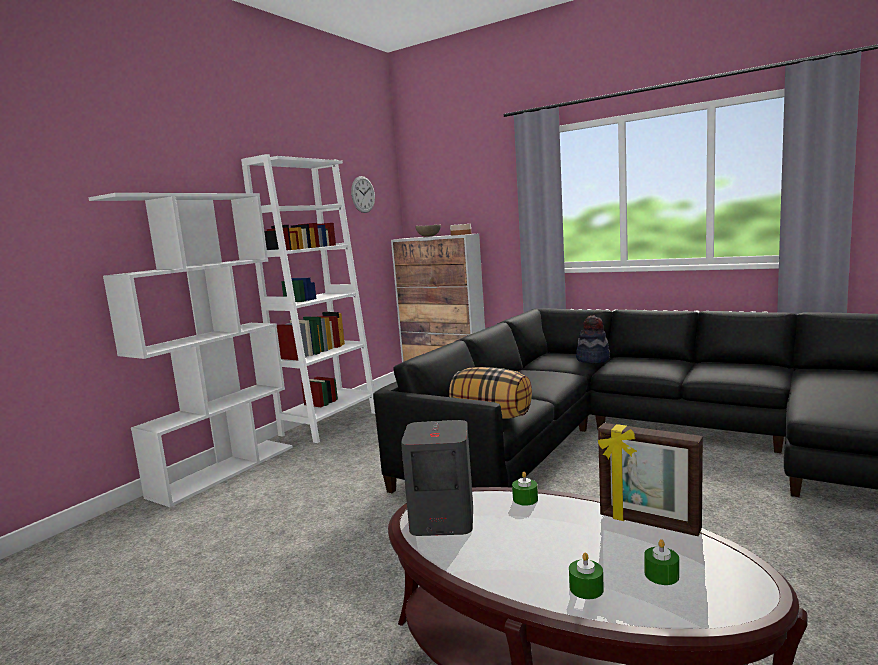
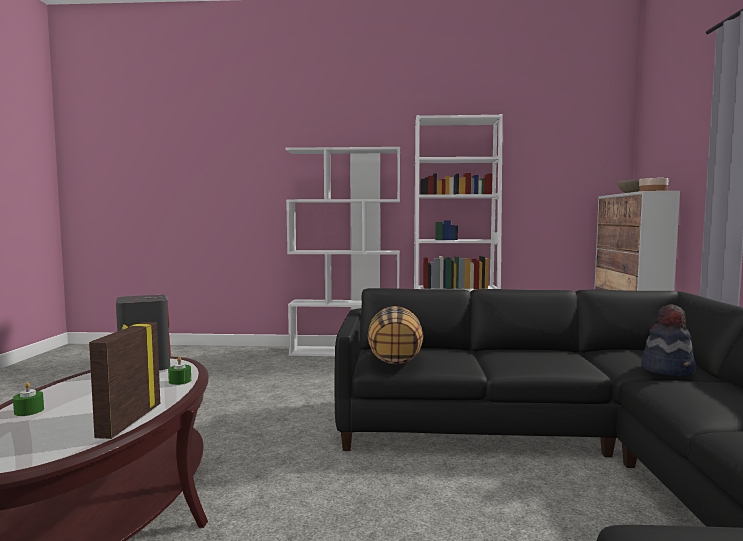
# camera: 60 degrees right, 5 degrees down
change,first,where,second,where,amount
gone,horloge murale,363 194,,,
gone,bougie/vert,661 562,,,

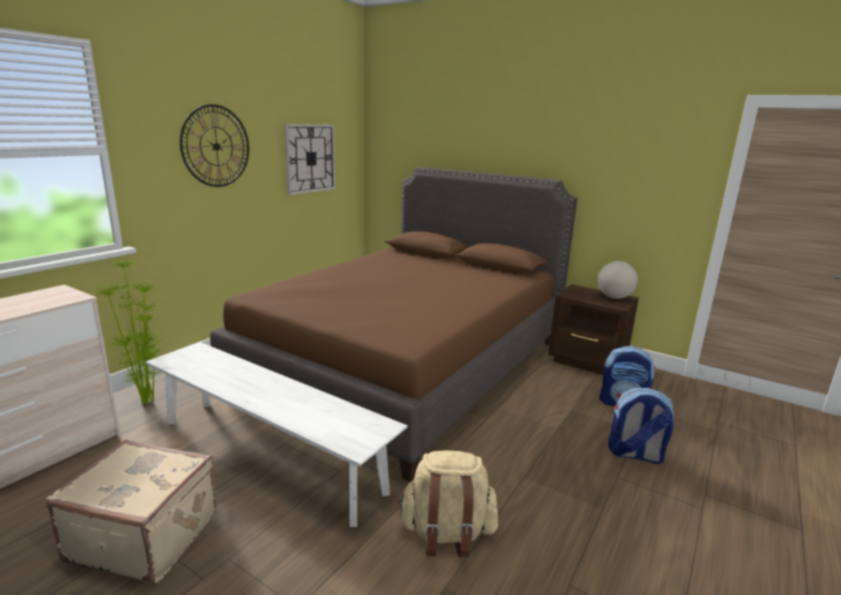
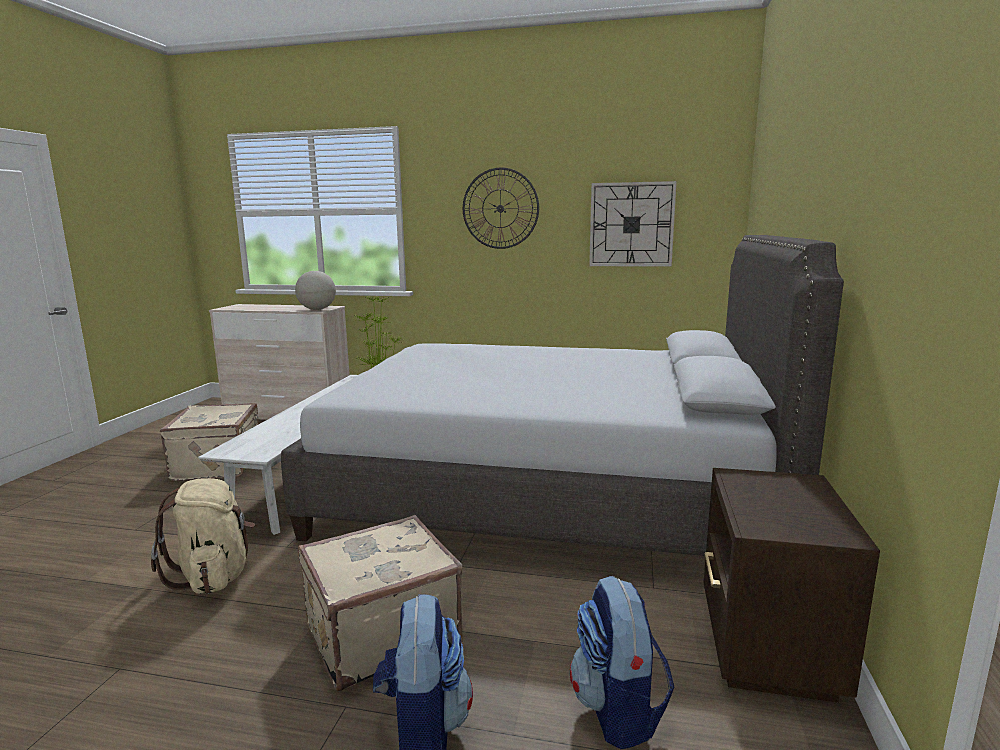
# camera: 70 degrees right, 5 degrees down
change,first,where,second,where,amount
repainted,lit/marron,393 324,lit/gris,562 395,
shifted,globe,618 280,,315 290,
new,,,valise/beige,380 603,

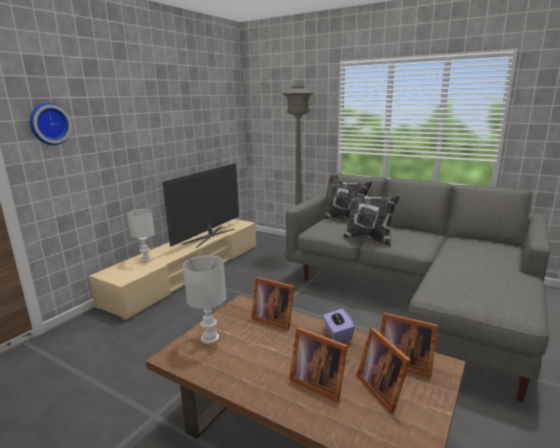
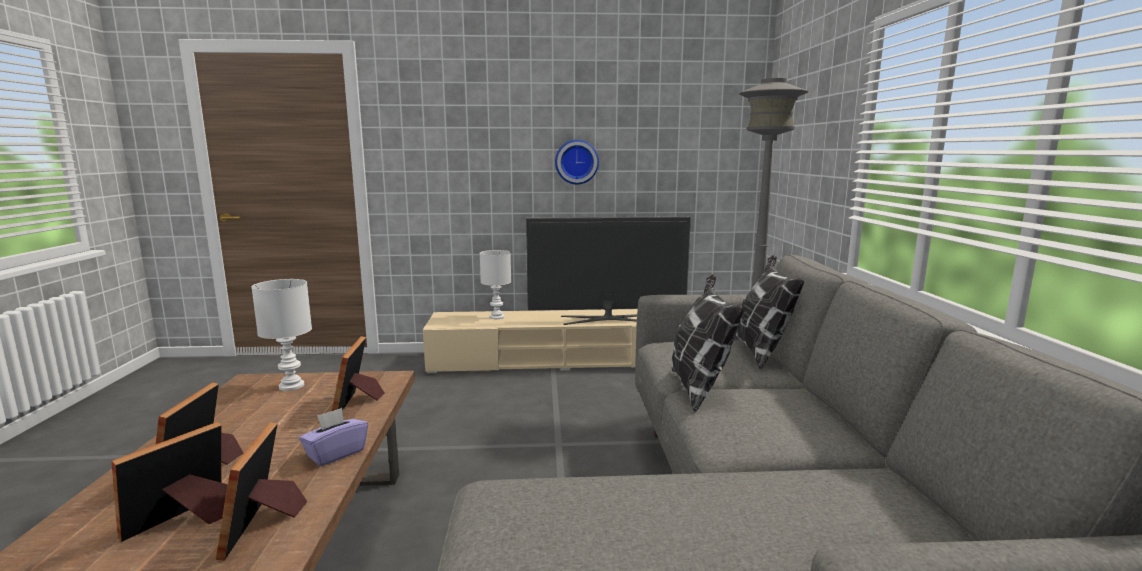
# camera: 55 degrees right, 5 degrees down
change,first,where,second,where,amount
shifted,horloge murale,50 124,,577 162,

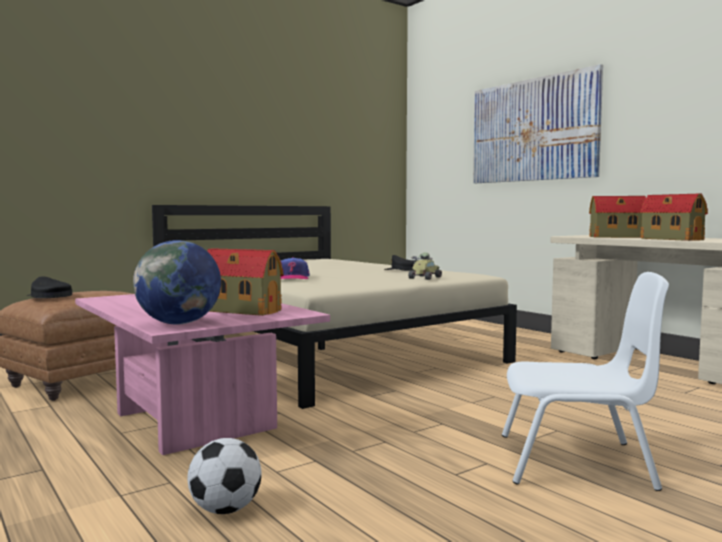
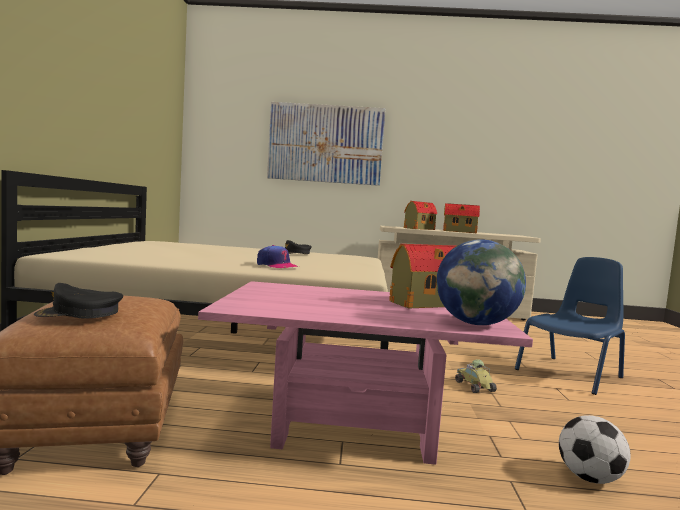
# camera: 50 degrees left, 0 degrees up
change,first,where,second,where,amount
shifted,petite voiture,425 266,,476 376,
repainted,chaise/blanc,585 381,chaise/bleu,570 326,

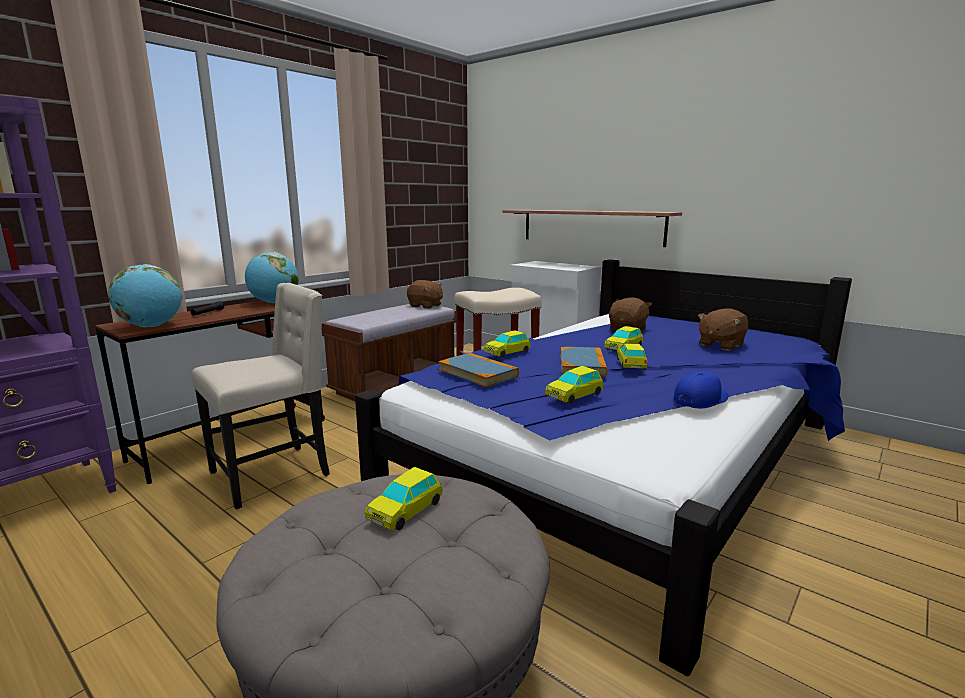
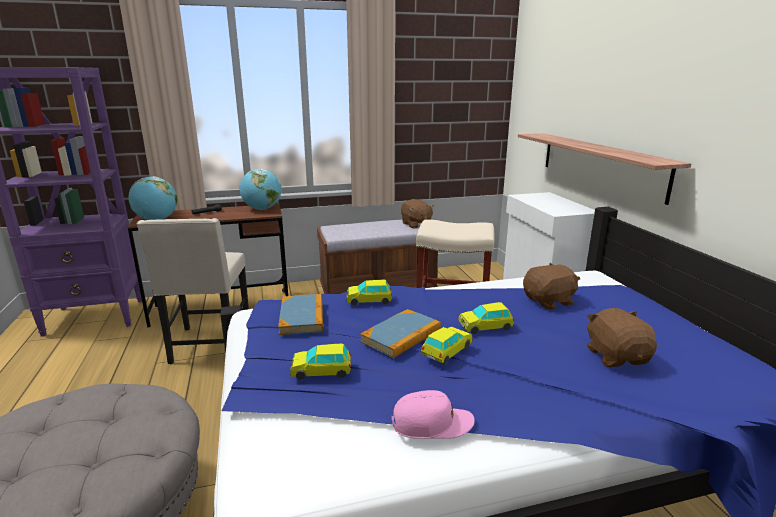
# camera: 35 degrees right, 5 degrees up
change,first,where,second,where,amount
rotated,chaise/beige,261 396,,192 291,90 degrees clockwise
rotated,peluche/marron,723 329,,622 337,90 degrees clockwise
repainted,casquette/bleu,700 389,casquette/rose,433 414,
gone,petite voiture,404 499,,,

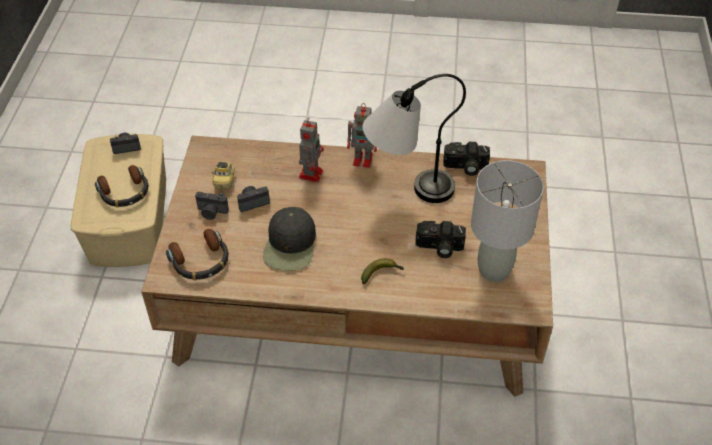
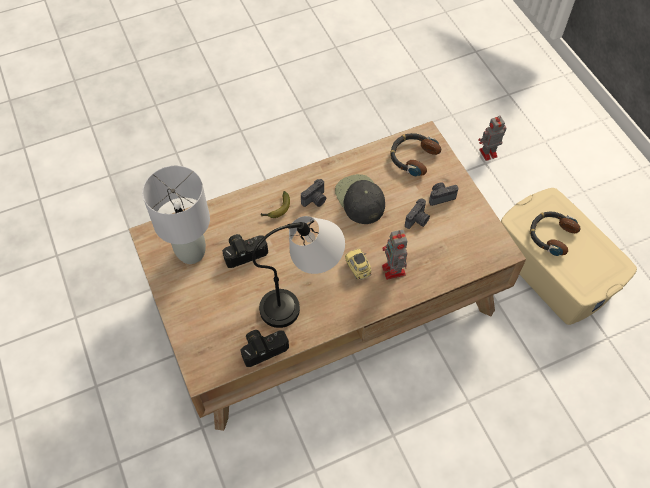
# camera: 150 degrees right, 10 degrees up
change,first,where,second,where,amount
shifted,robot jouet,362 135,,492 138,
shifted,appareil photo,125 143,,313 193,
shifted,petite voiture,223 175,,358 264,

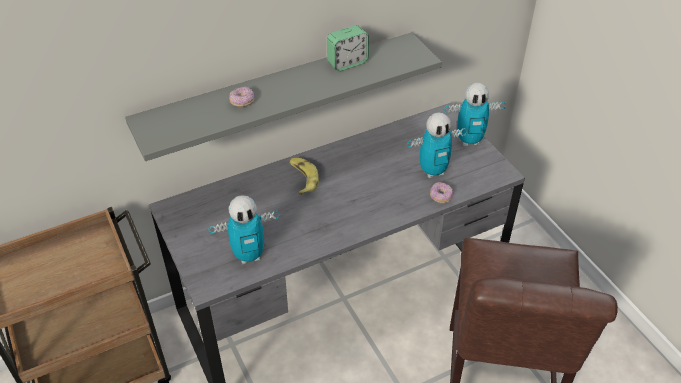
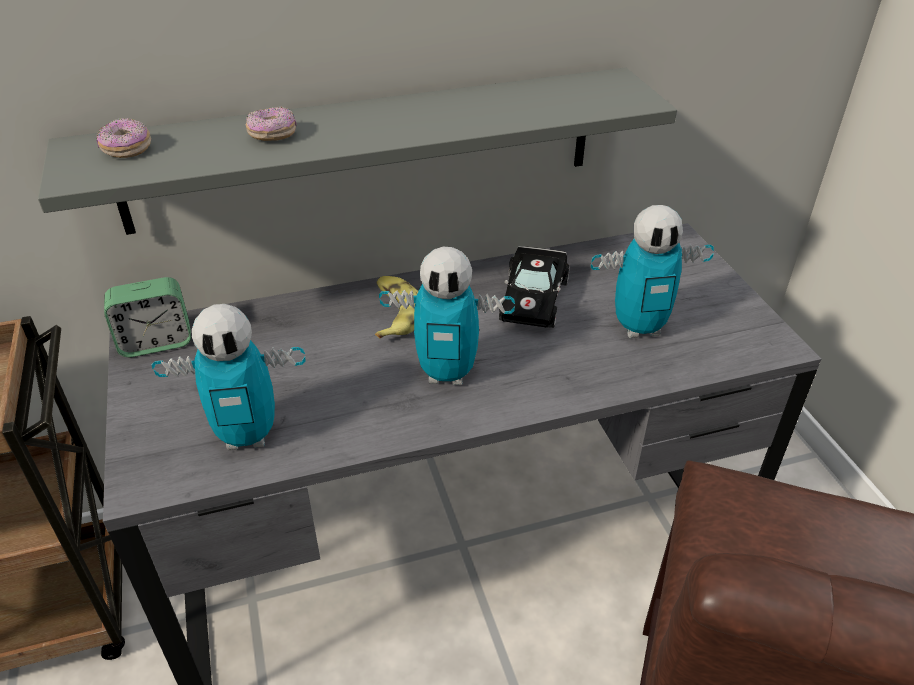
# camera: 10 degrees right, 5 degrees down
change,first,where,second,where,amount
shifted,réveil,348 48,,147 317,
shifted,robot jouet,475 114,,447 316,
shifted,beignet,441 192,,123 138,
new,,,petite voiture/noir,534 287,

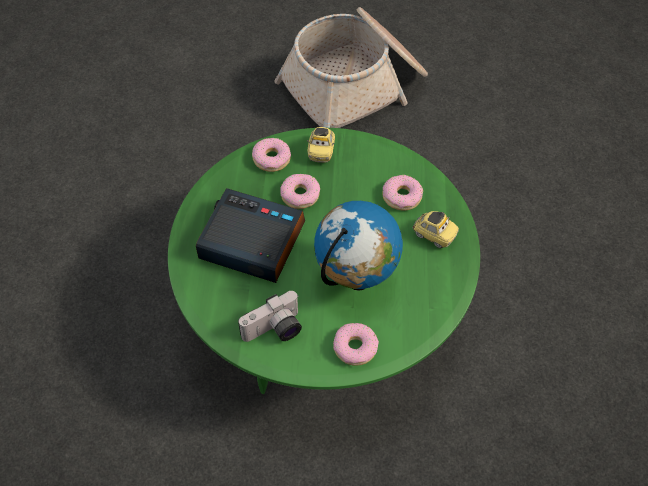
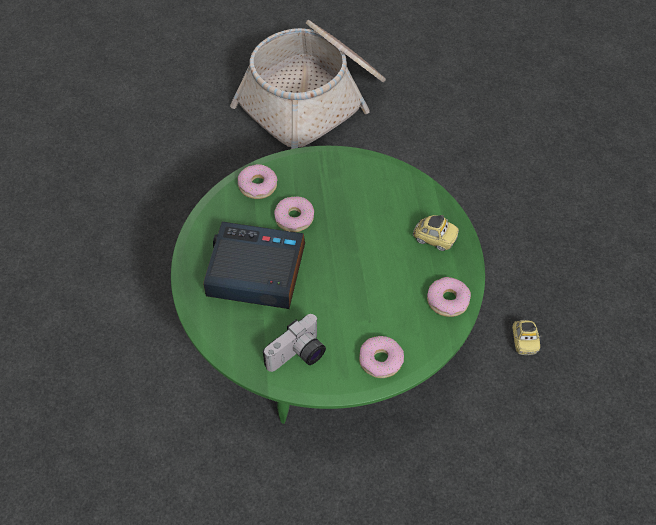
# camera: 10 degrees left, 0 degrees up
change,first,where,second,where,amount
shifted,petite voiture,321 145,,526 337,
shifted,beignet,402 193,,449 297,
gone,globe,358 246,,,

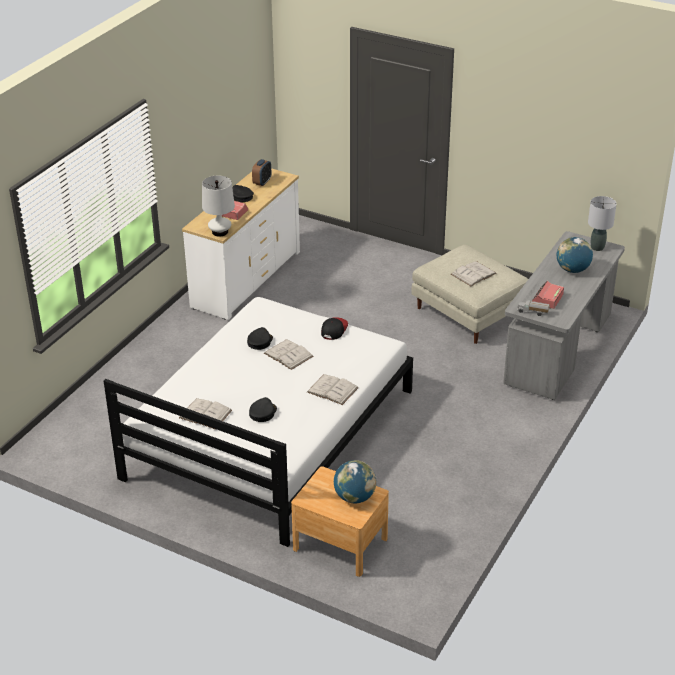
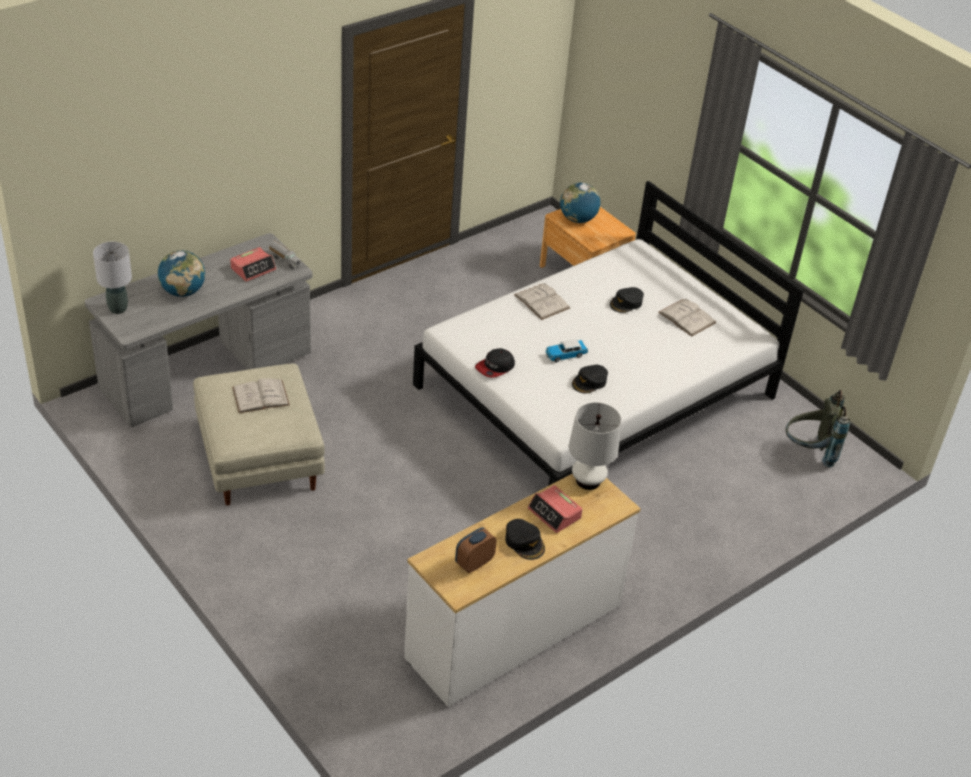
# camera: 160 degrees left, 5 degrees up
change,first,where,second,where,amount
swapped,livre/blanc,289 354,petite voiture,566 351,
new,,,sac à dos/gris,817 428,

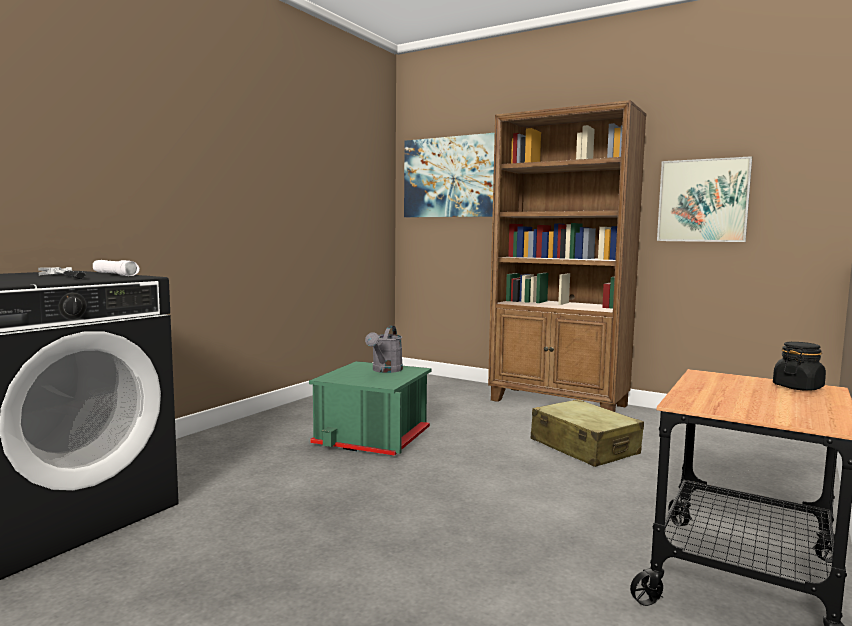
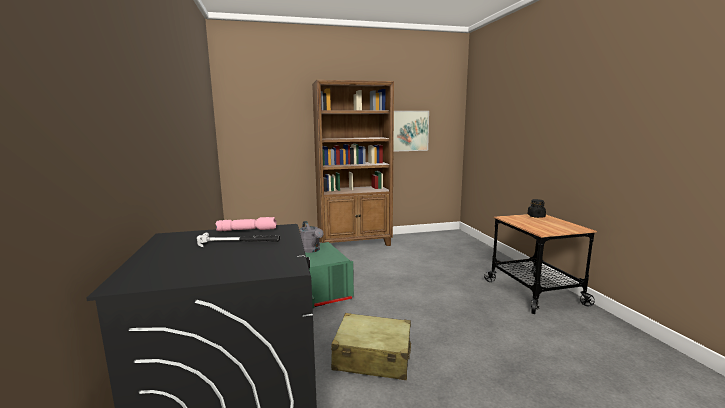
# camera: 45 degrees left, 5 degrees up
change,first,where,second,where,amount
gone,tableau,449 175,,,
repainted,lampe de poche/blanc,116 268,lampe de poche/rose,246 224,
shifted,valise/beige,587 433,,371 346,

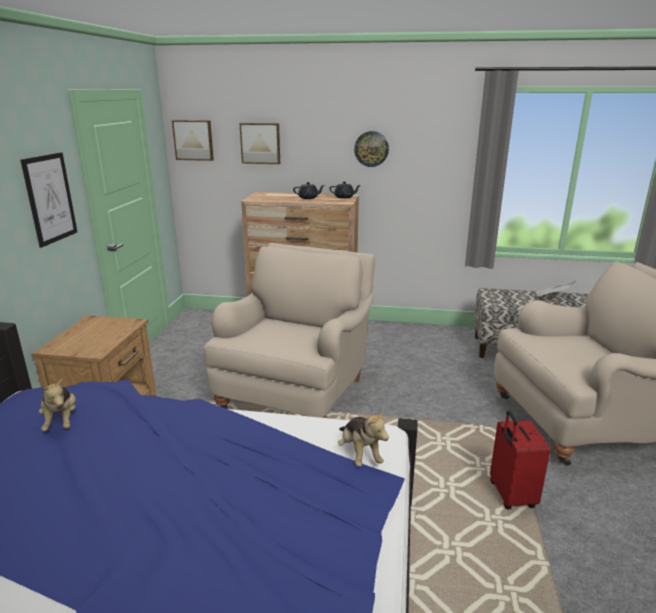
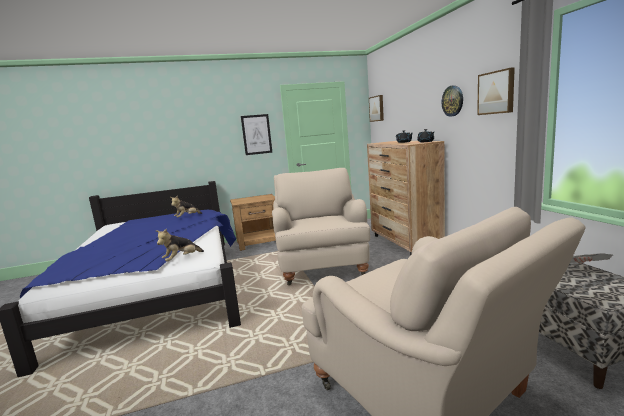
# camera: 65 degrees right, 10 degrees down
change,first,where,second,where,amount
shifted,tableau,259 143,,496 91,
rotated,fauteuil/beige,289 330,,321 226,90 degrees counterclockwise
gone,valise/rouge,520 460,,,

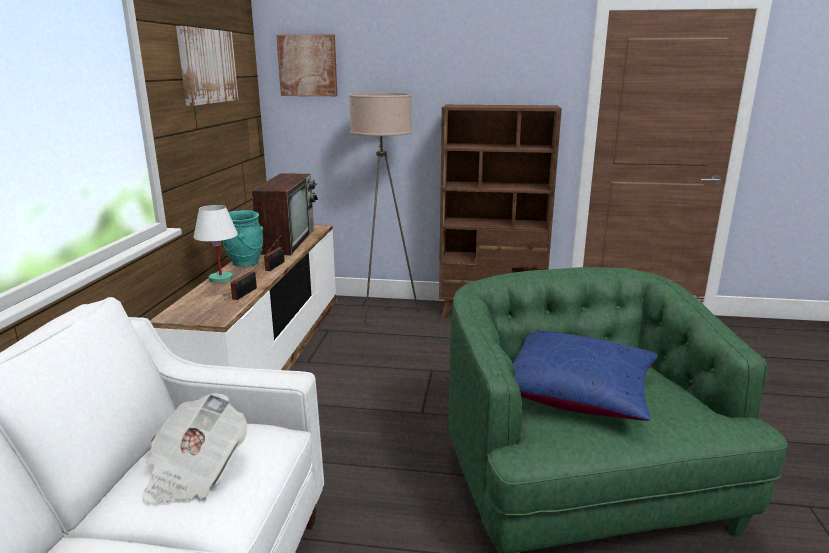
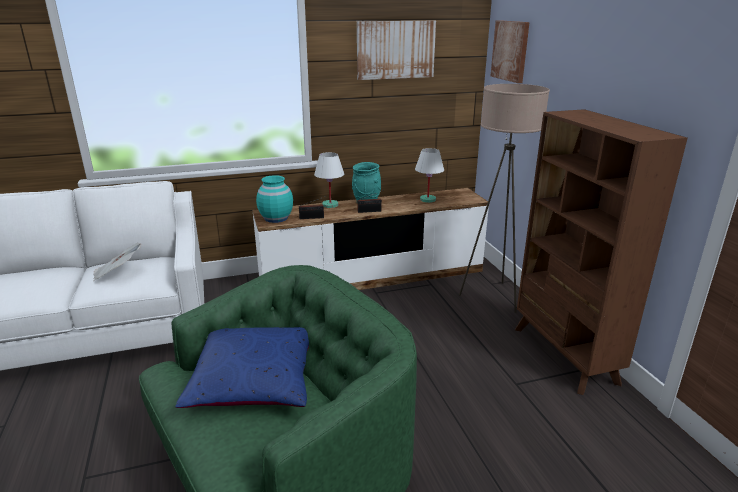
# camera: 65 degrees right, 5 degrees up
change,first,where,second,where,amount
swapped,téléviseur,285 214,lampe de table/blanc,429 175,
new,,,vase/turquoise,274 199,

